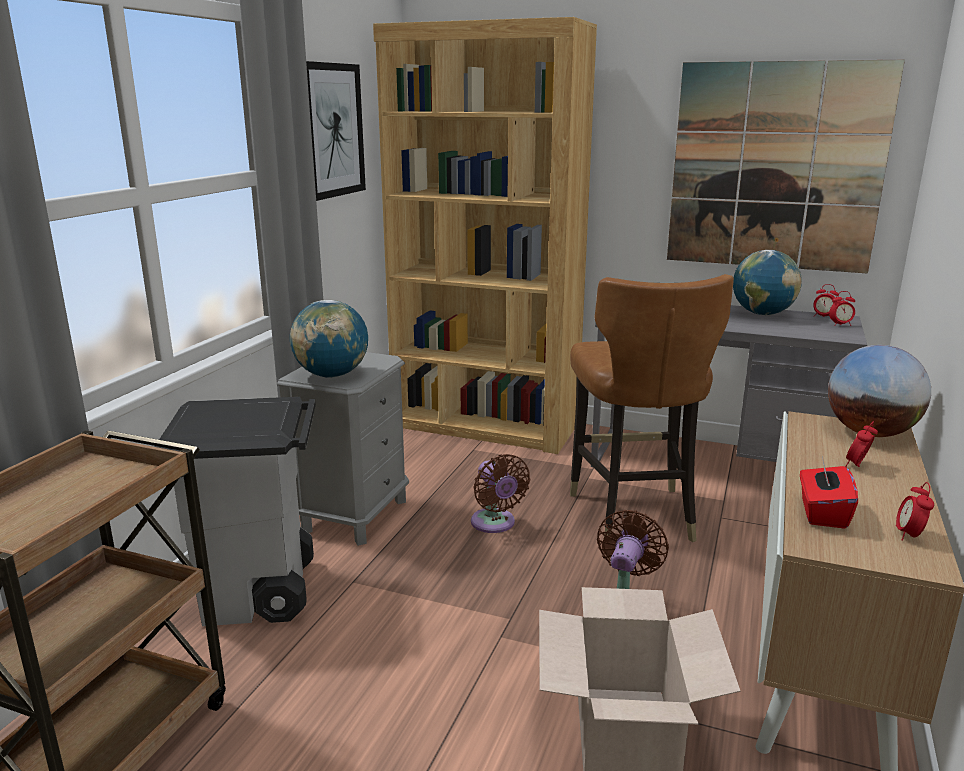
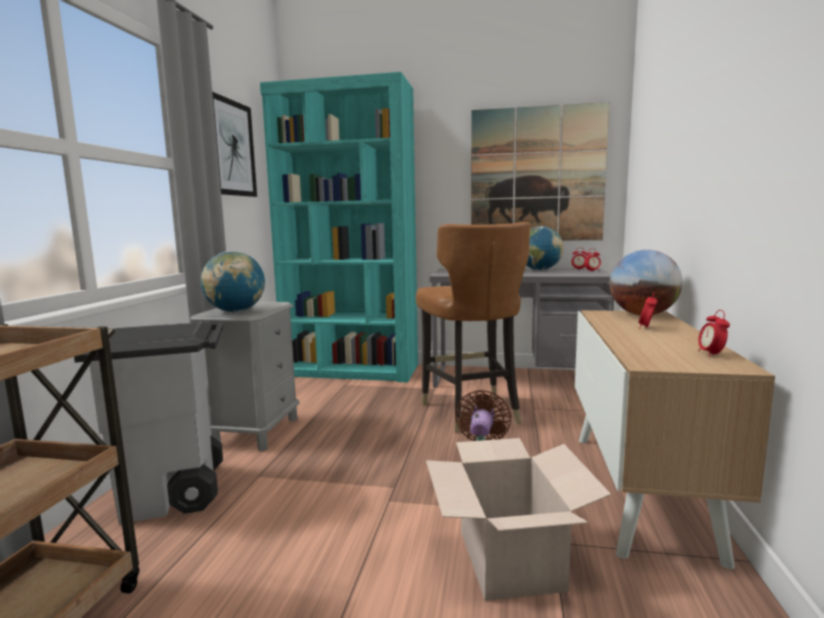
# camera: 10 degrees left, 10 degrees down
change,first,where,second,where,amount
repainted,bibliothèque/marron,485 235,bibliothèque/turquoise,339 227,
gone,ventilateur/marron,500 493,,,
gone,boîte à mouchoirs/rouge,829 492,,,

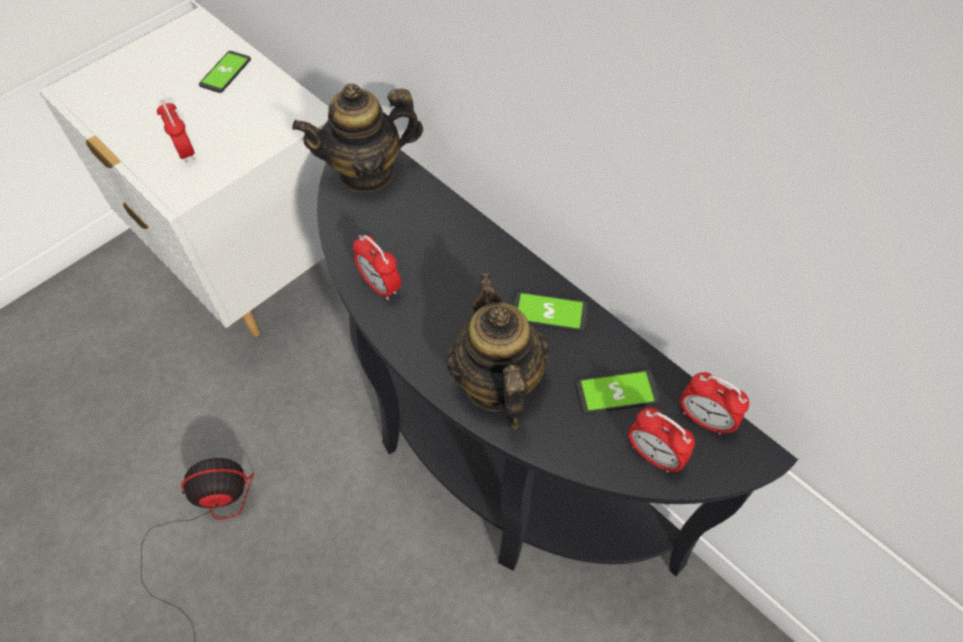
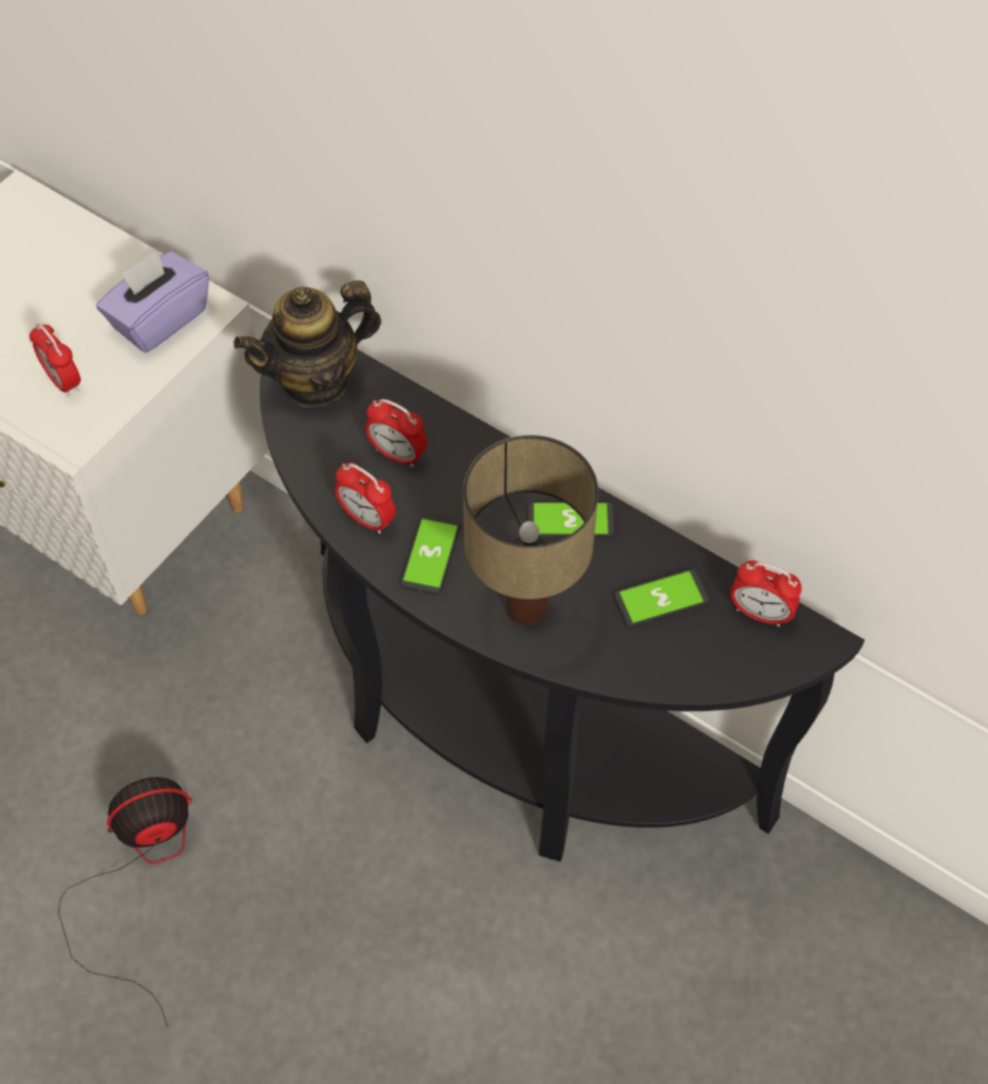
# camera: 10 degrees left, 0 degrees up
change,first,where,second,where,amount
shifted,téléphone,225 72,,430 555,
swapped,théière,498 351,lampe de table,531 530,
shifted,réveil,661 440,,396 433,
new,,,boîte à mouchoirs/violet,152 301,

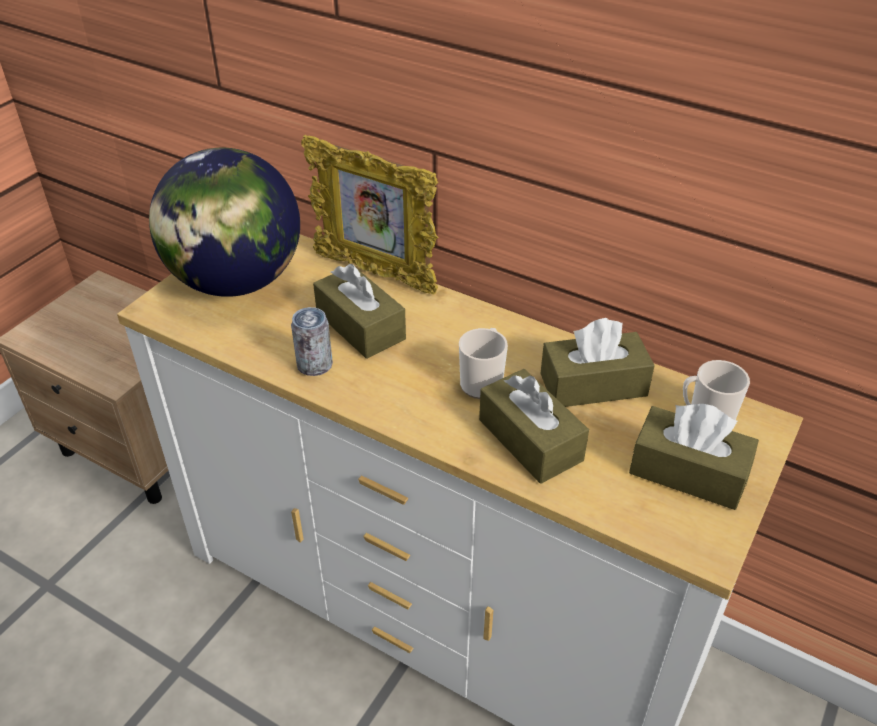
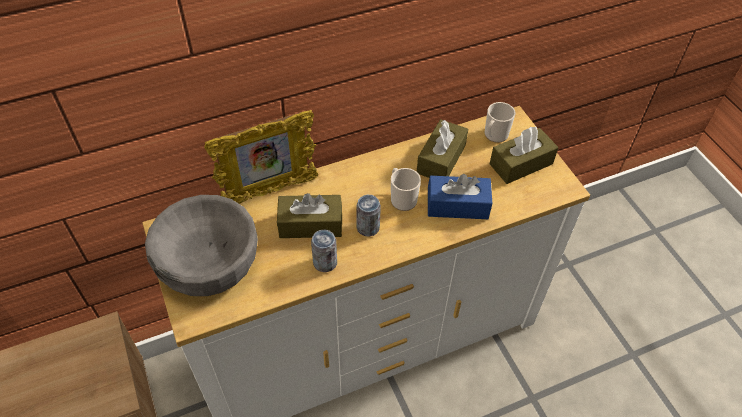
# camera: 55 degrees left, 10 degrees up
change,first,where,second,where,amount
swapped,globe,224 222,bol/gris,201 245,
repainted,boîte à mouchoirs/marron,534 426,boîte à mouchoirs/bleu,460 196,
new,,,boîte métallique,368 216,

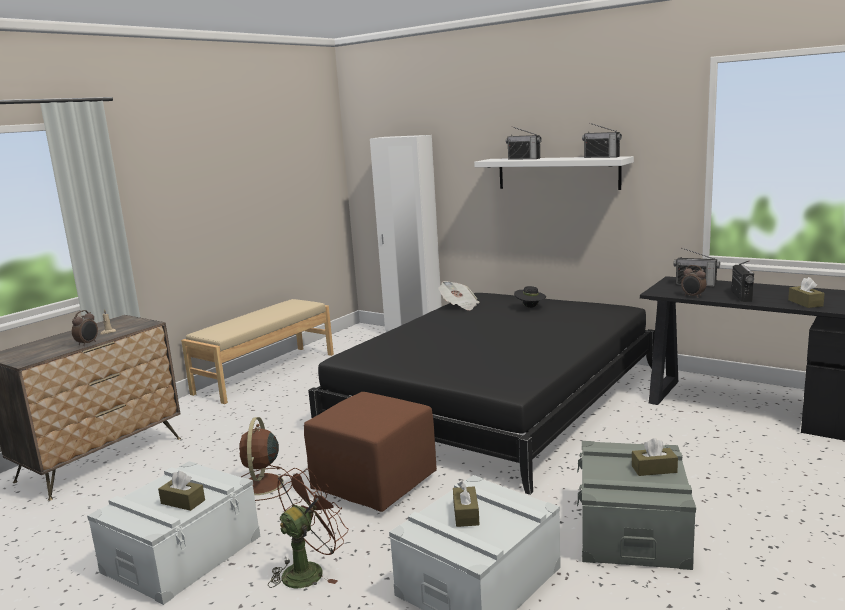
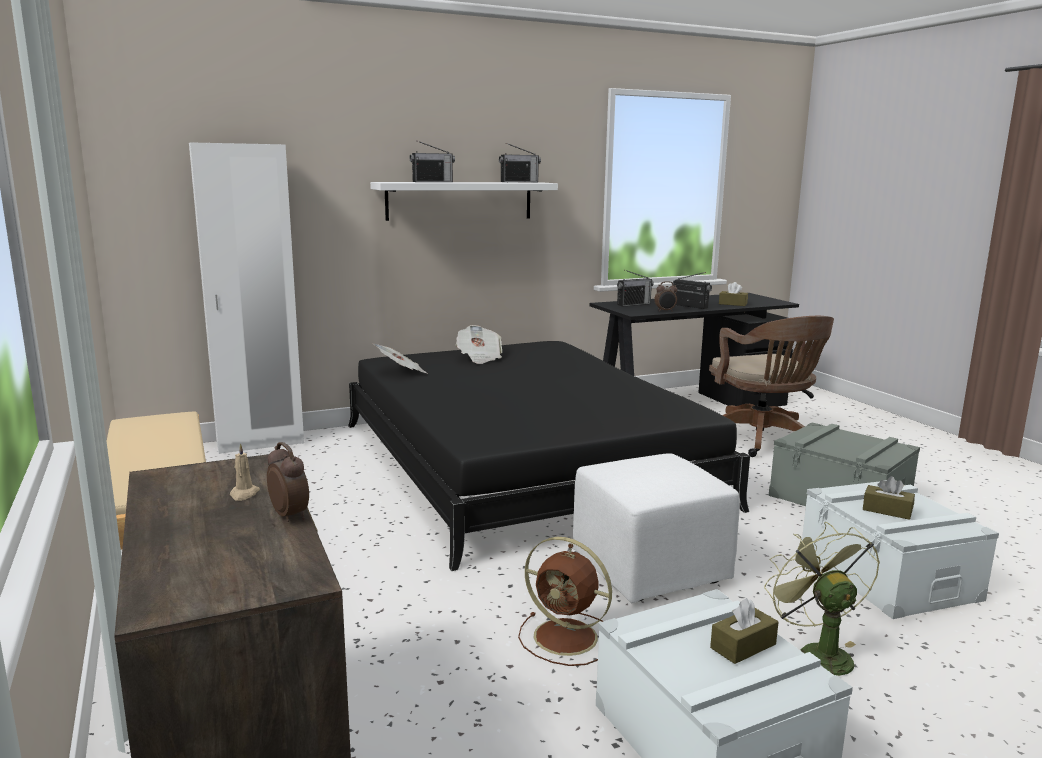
# camera: 60 degrees left, 0 degrees up
change,first,where,second,where,amount
swapped,chapeau/noir,530 297,journal,479 344,
repainted,pouf/marron,370 452,pouf/blanc,656 528,
gone,boîte à mouchoirs/marron,655 457,,,
repainted,ventilateur/marron,308 528,ventilateur/vert,822 599,
new,,,chaise de bureau/marron,771 386,

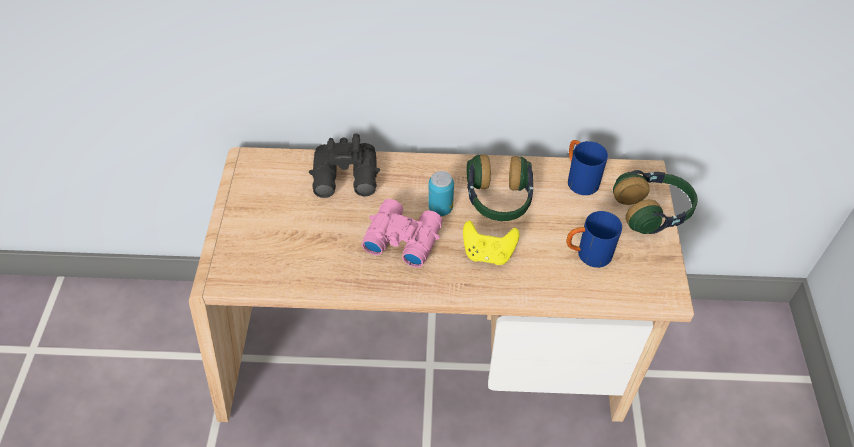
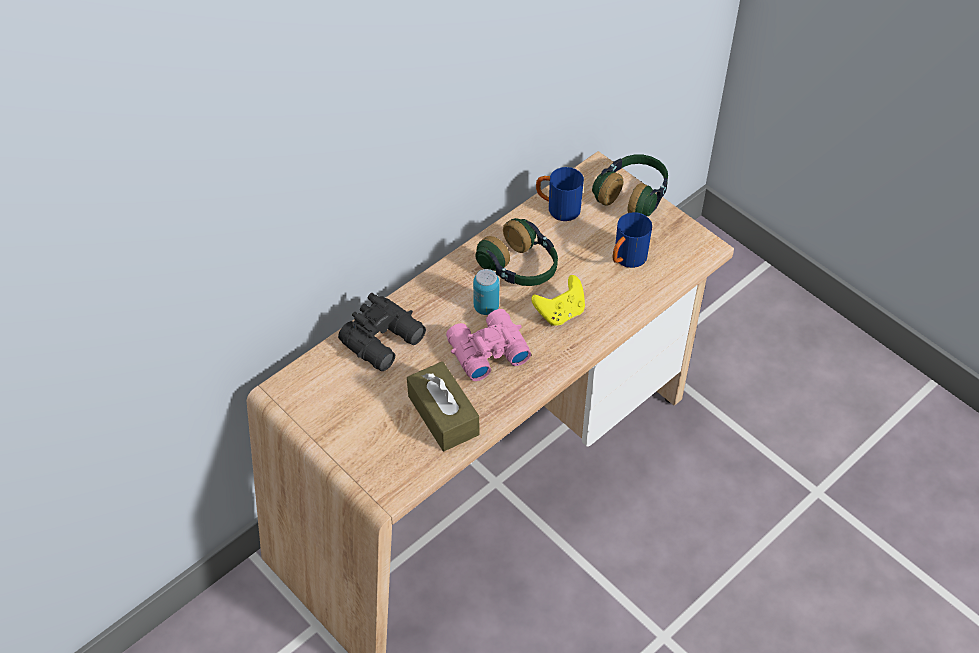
# camera: 45 degrees left, 0 degrees up
change,first,where,second,where,amount
new,,,boîte à mouchoirs/marron,443 406,

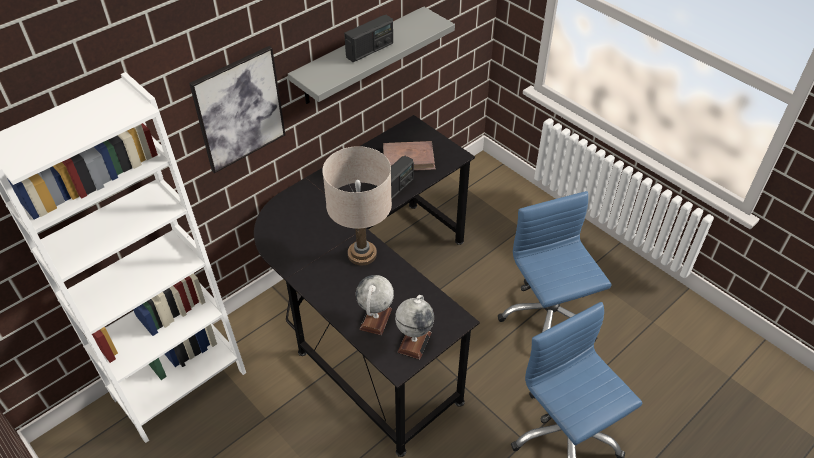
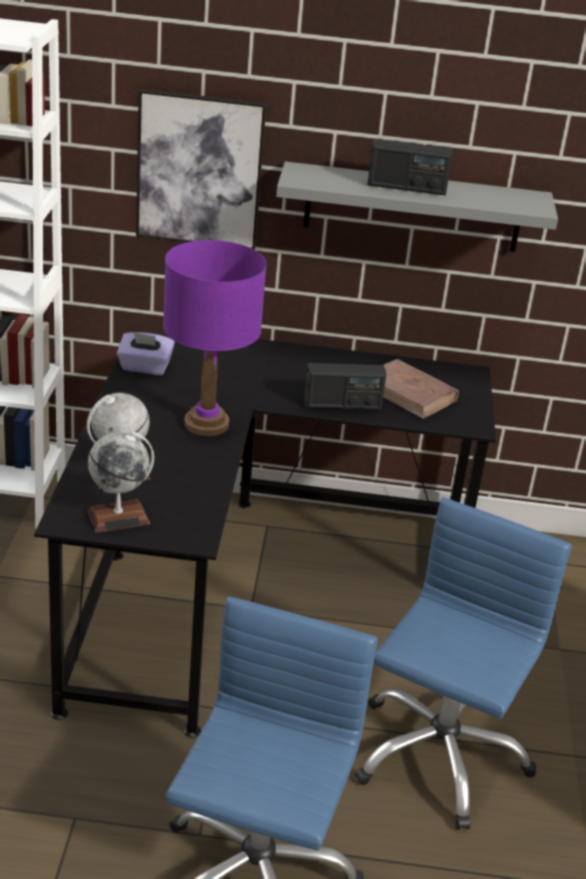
# camera: 45 degrees right, 15 degrees down
change,first,where,second,where,amount
repainted,lampe de table/beige,357 205,lampe de table/violet,215 338,
new,,,boîte à mouchoirs/violet,146 353,

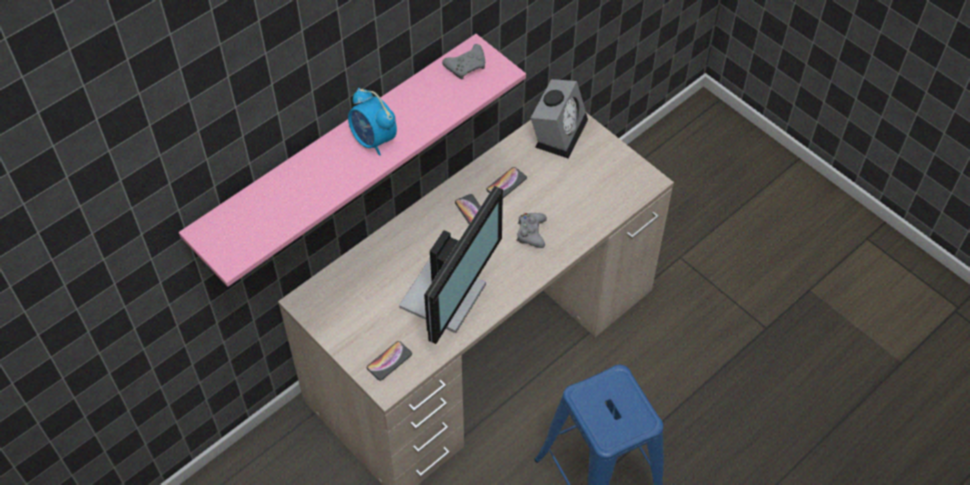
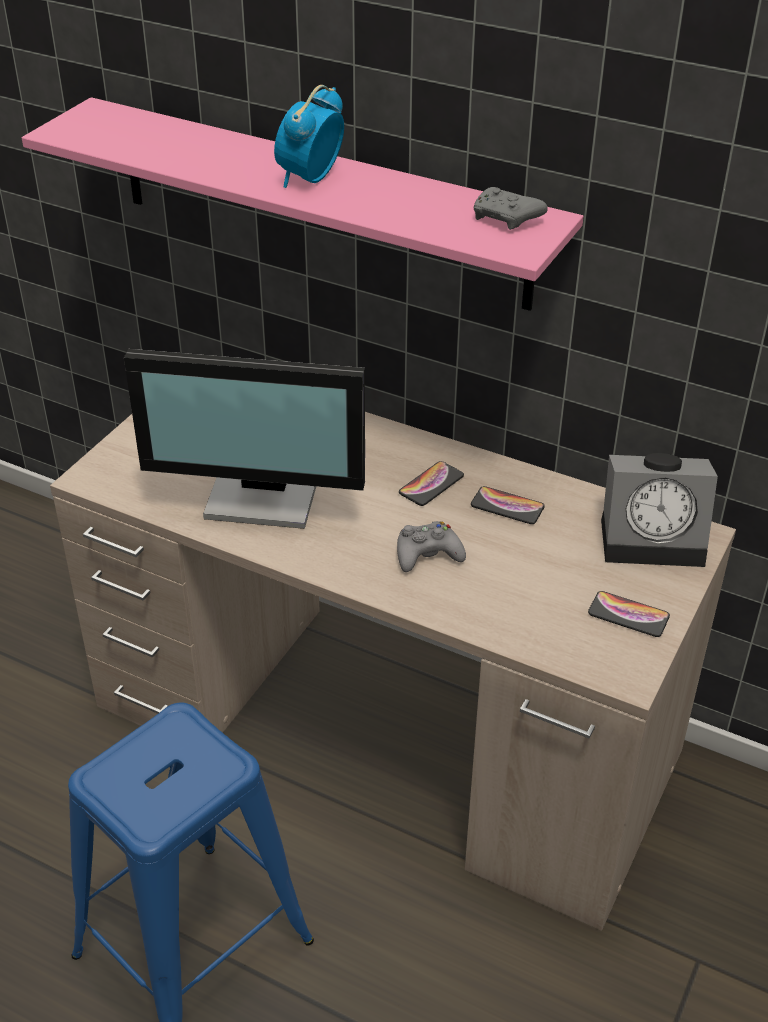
# camera: 70 degrees right, 15 degrees down
change,first,where,second,where,amount
shifted,téléphone,389 361,,629 614,

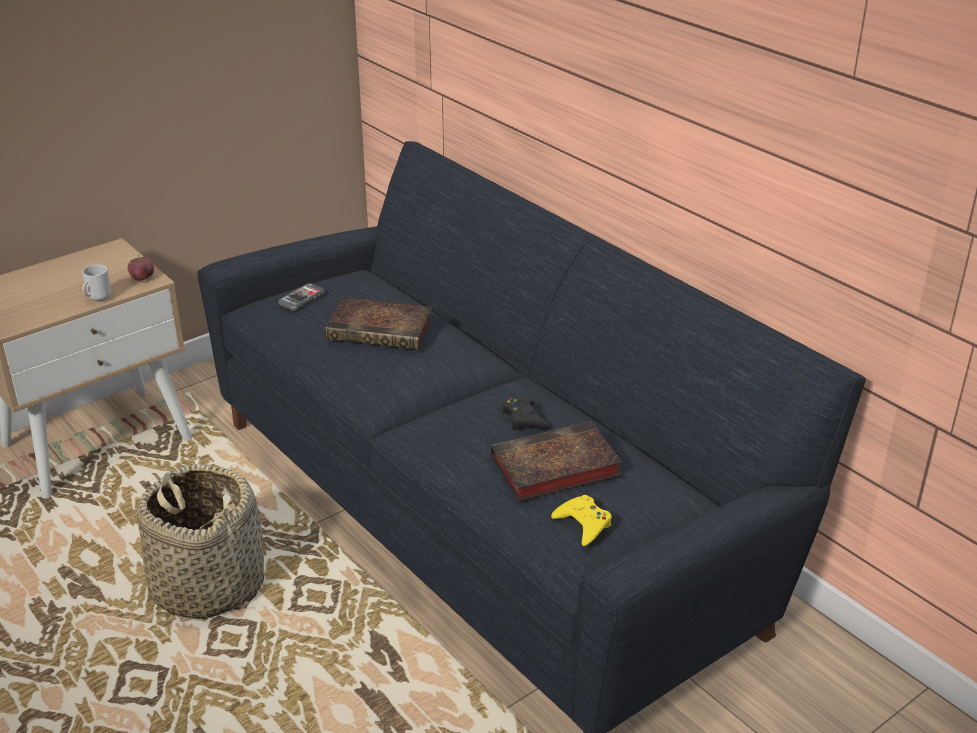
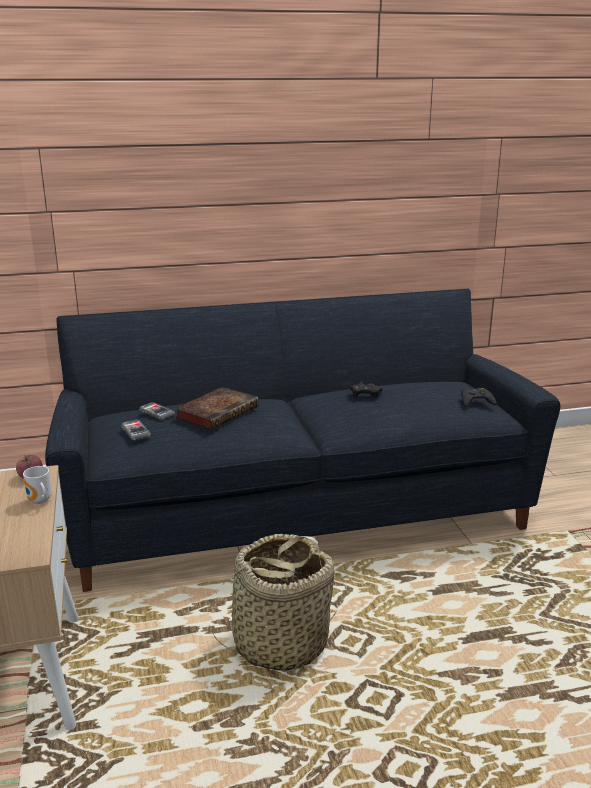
# camera: 65 degrees left, 10 degrees down
change,first,where,second,where,amount
gone,livre,556 461,,,
repainted,manette/jaune,581 520,manette/noir,479 397,
new,,,téléphone,157 411,

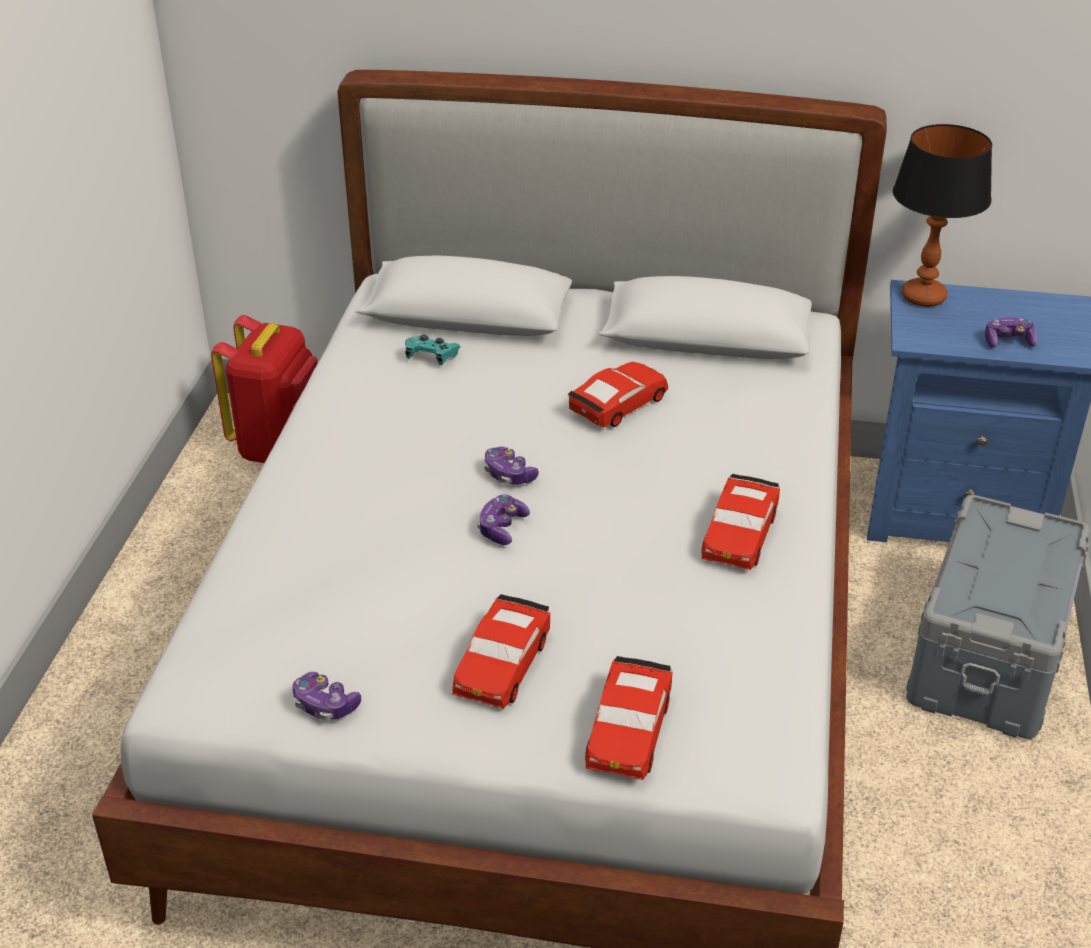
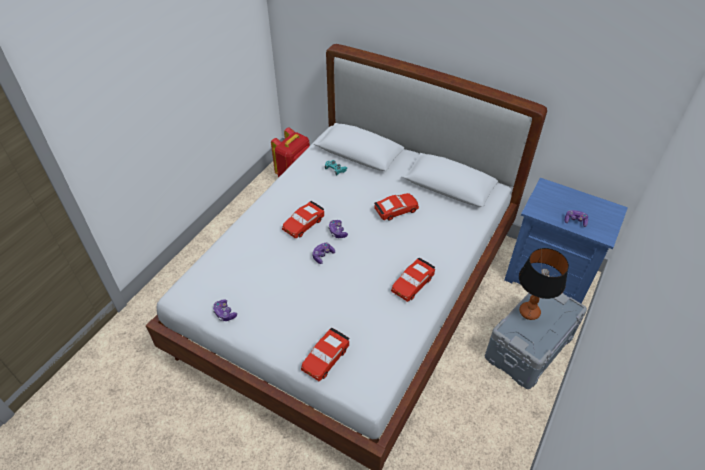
# camera: 20 degrees right, 10 degrees up
change,first,where,second,where,amount
shifted,lampe de table,942 215,,544 284,
shifted,petite voiture/rouge,501 651,,303 220,

